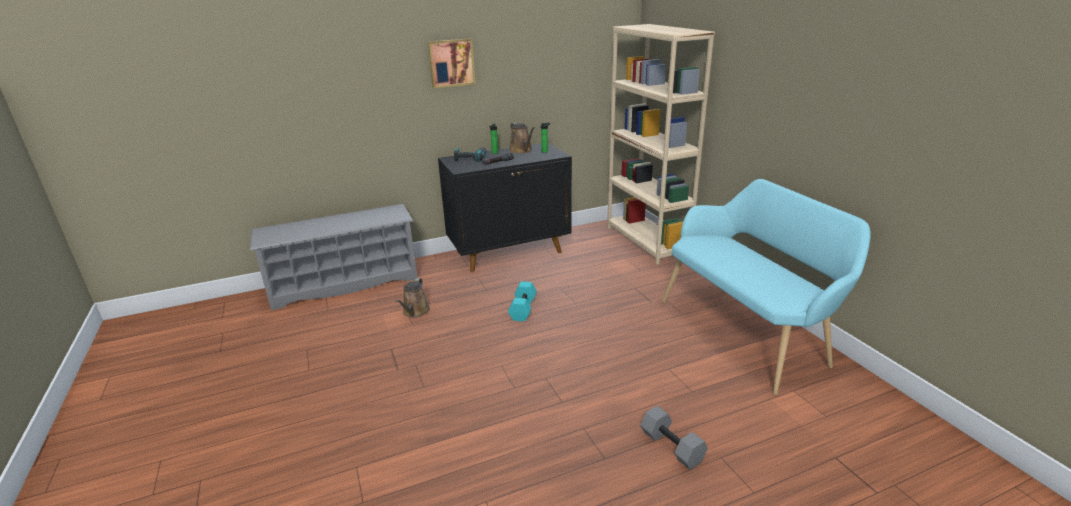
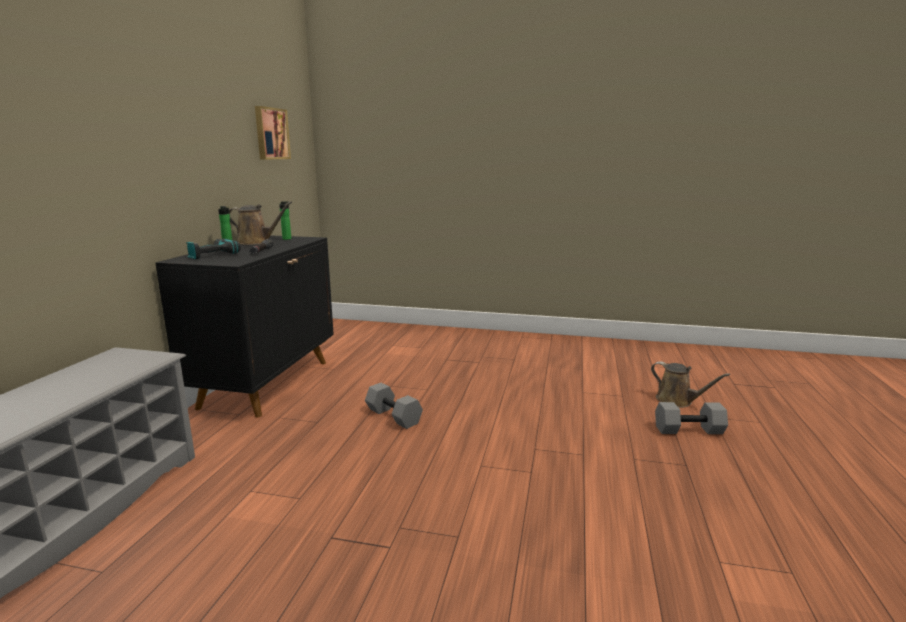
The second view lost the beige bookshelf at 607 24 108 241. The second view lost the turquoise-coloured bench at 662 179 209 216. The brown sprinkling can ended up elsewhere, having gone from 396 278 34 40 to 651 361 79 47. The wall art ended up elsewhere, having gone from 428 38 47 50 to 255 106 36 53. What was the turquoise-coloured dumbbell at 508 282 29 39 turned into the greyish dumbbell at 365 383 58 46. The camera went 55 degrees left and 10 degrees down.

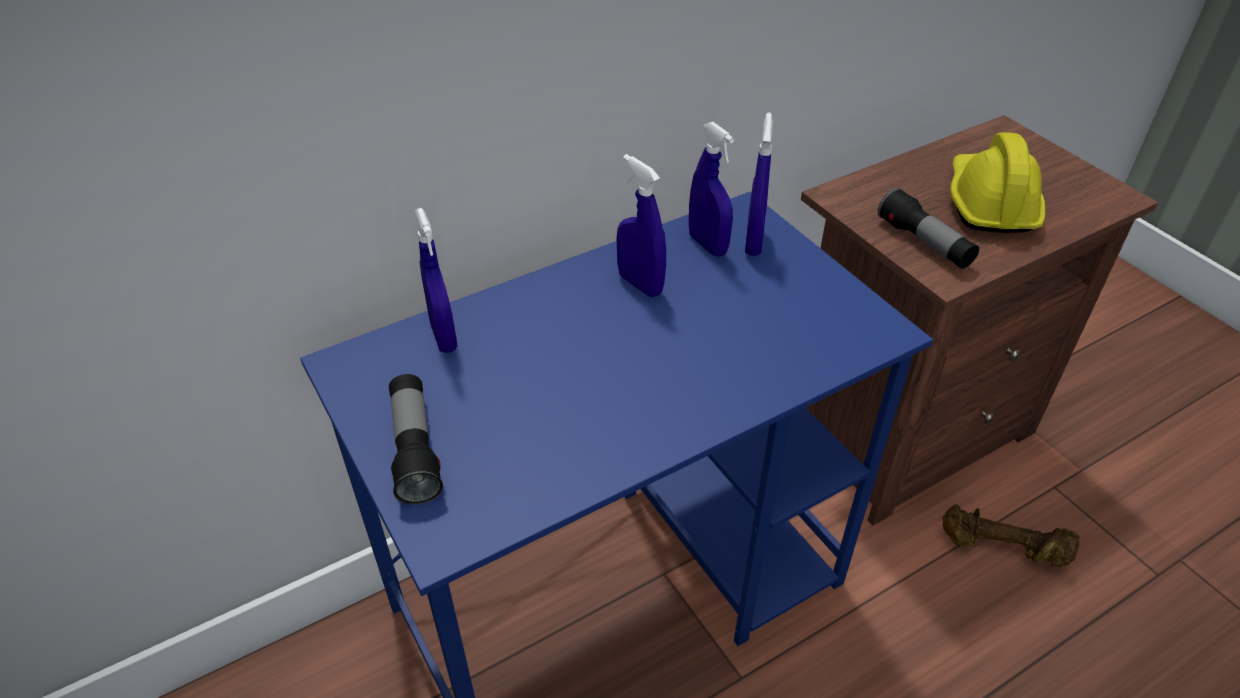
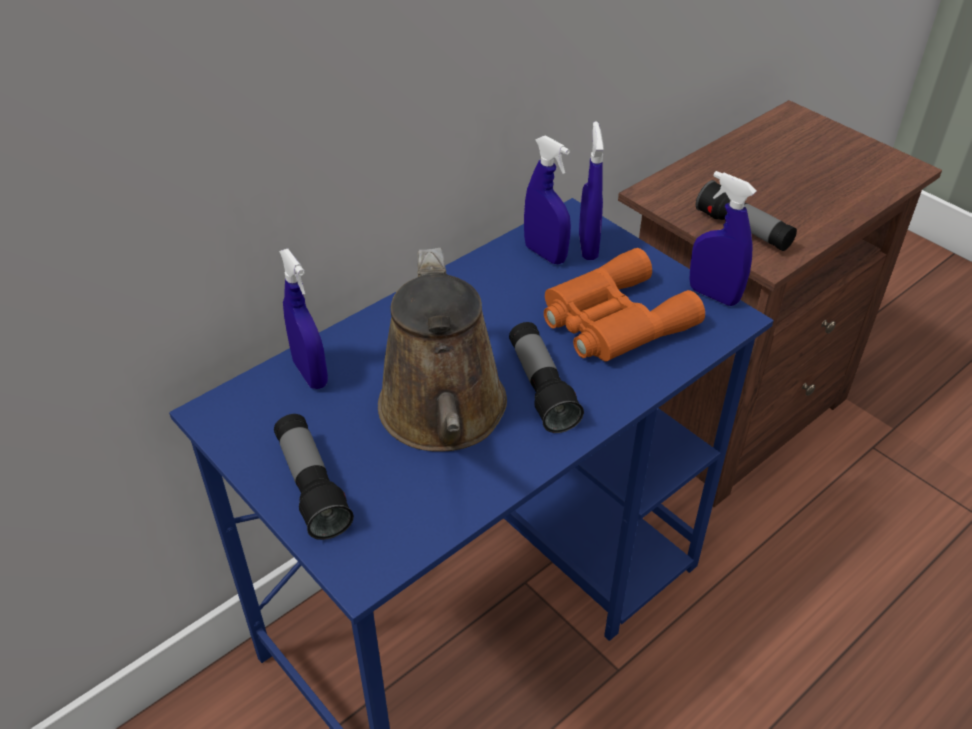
The second view lost the brown dumbbell at 942 504 138 63. The second view lost the yellowish hard hat at 950 132 95 101. The second view gained the brown sprinkling can at 378 248 129 204. The second view gained the torch at 509 322 75 111. The second view gained the orange-coloured field glasses at 544 248 161 114. The blue hand sprayer ended up elsewhere, having gone from 617 154 49 143 to 689 171 67 135. The camera went 10 degrees left and 0 degrees up.

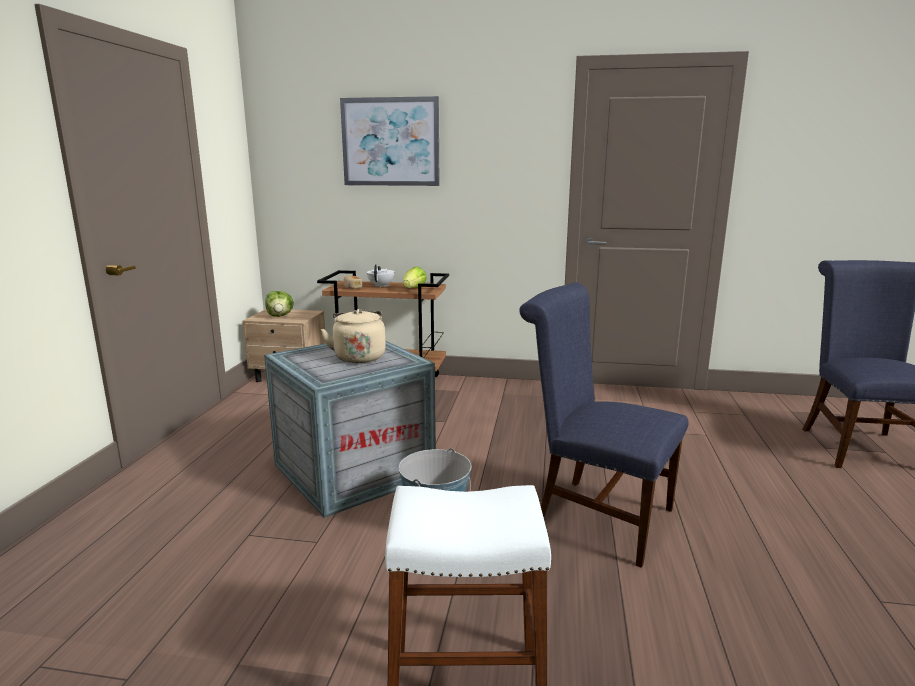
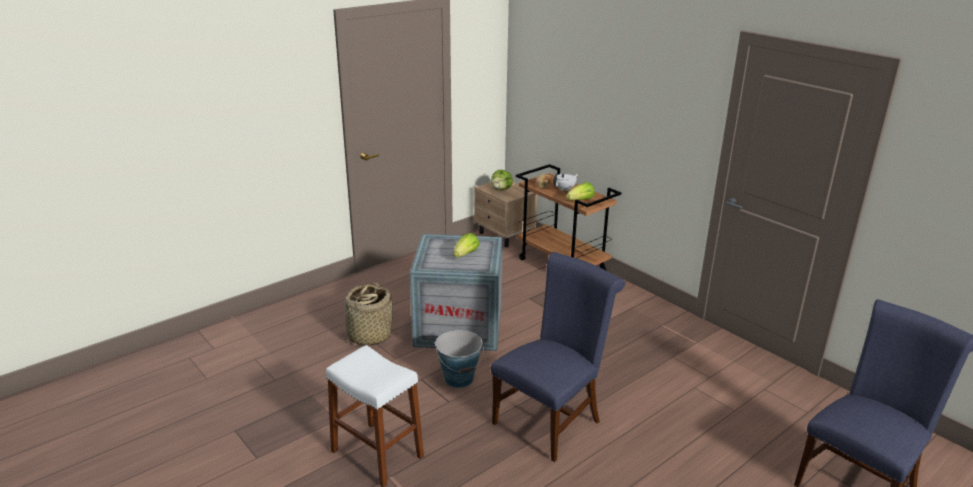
The second view lost the wall art at 340 96 100 90. The second view gained the storage basket at 345 282 48 64. Where the beige water kettle stood at 320 309 66 54, the lettuce came to stand at 453 233 26 25. The blue upright chair at 519 282 170 286 ended up facing another way, 60 degrees clockwise from before. The camera went 40 degrees right and 10 degrees up.

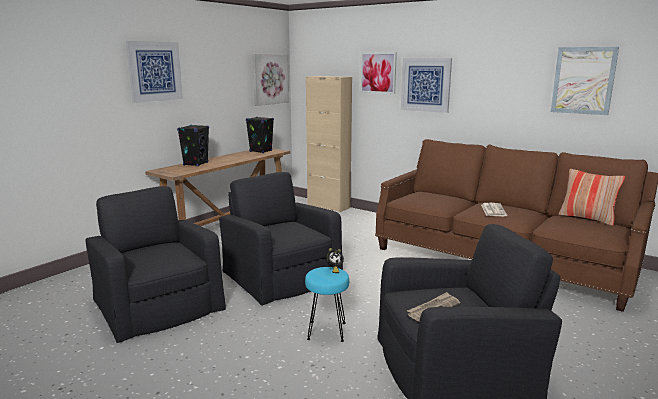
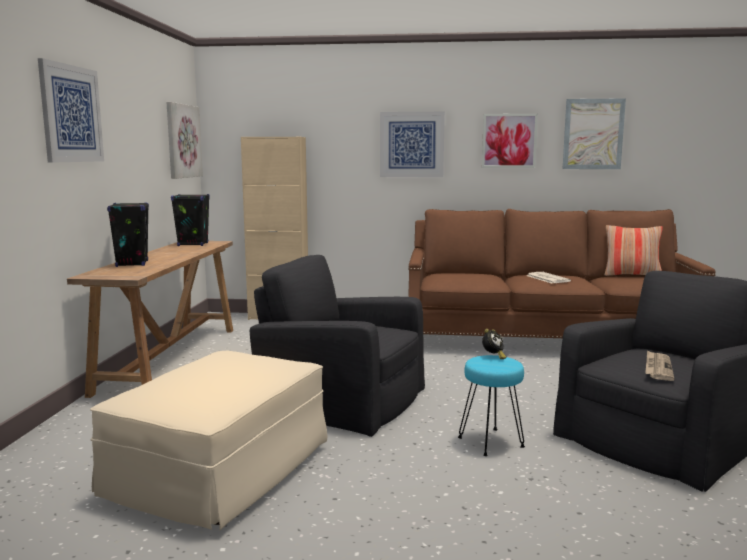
The wall art ended up elsewhere, having gone from 360 52 37 42 to 482 114 56 54. Where the black-coloured easy chair stood at 85 186 141 157, the beige ottoman came to stand at 90 351 237 179. The camera went 30 degrees left and 5 degrees down.

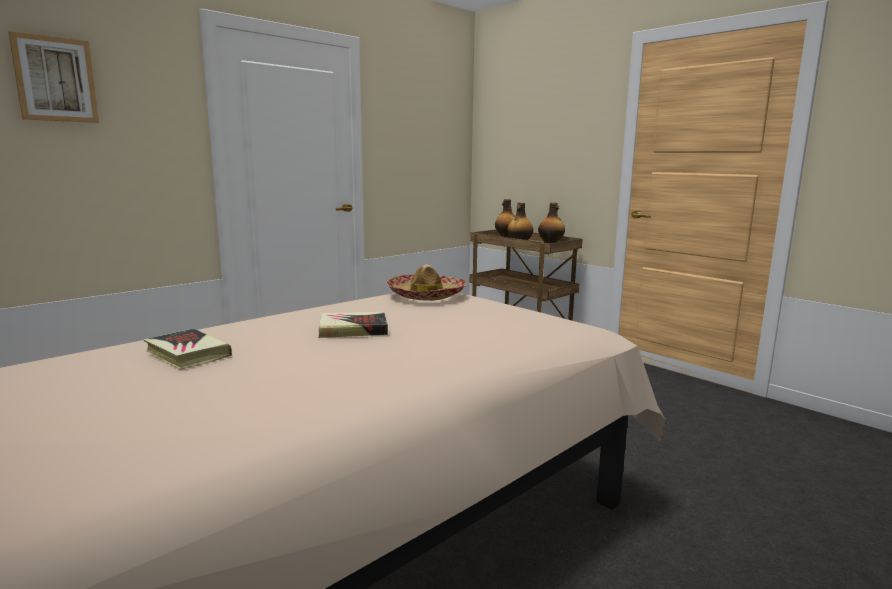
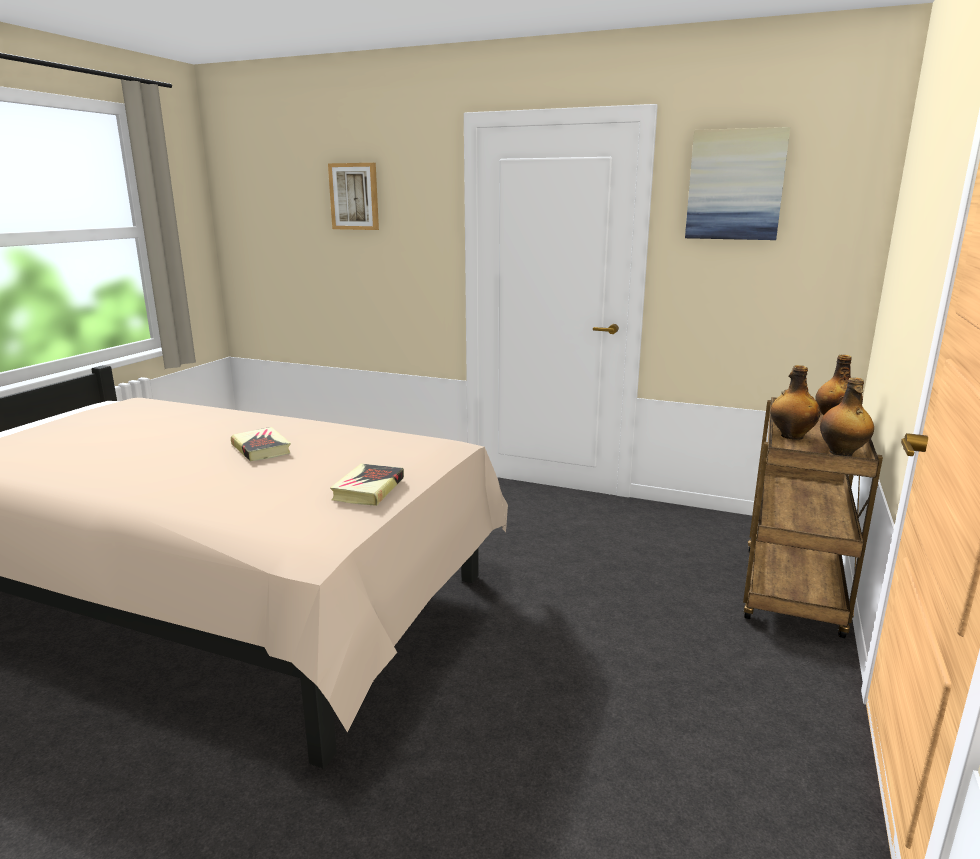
The second view lost the clothing hat at 387 264 79 37. The second view gained the wall art at 685 127 105 113. The volume ended up elsewhere, having gone from 143 329 89 41 to 330 464 74 42. The camera went 65 degrees right and 5 degrees up.

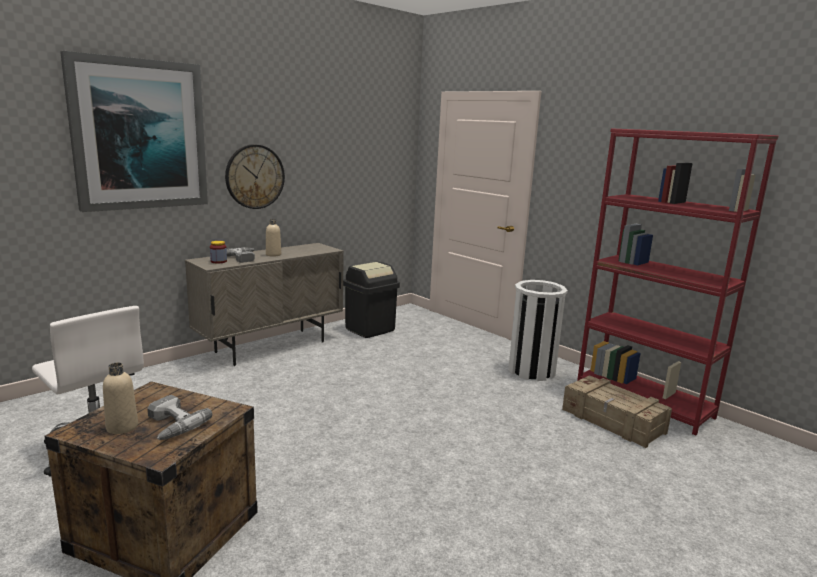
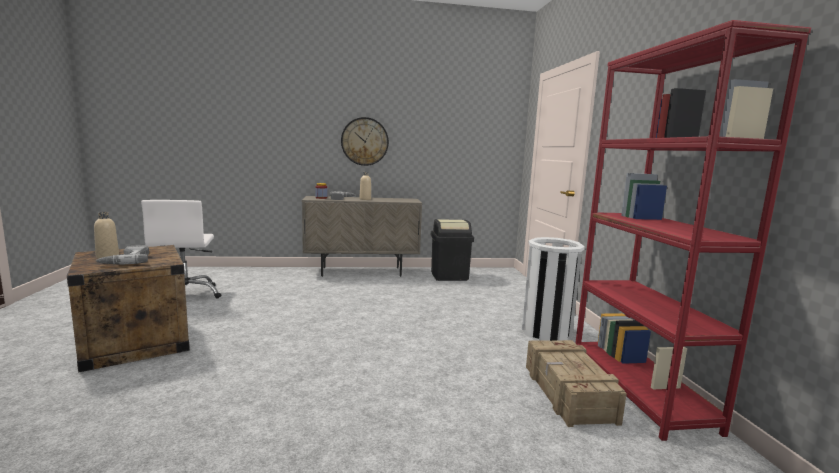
The second view lost the wall art at 60 51 148 161. The camera went 35 degrees right and 5 degrees down.

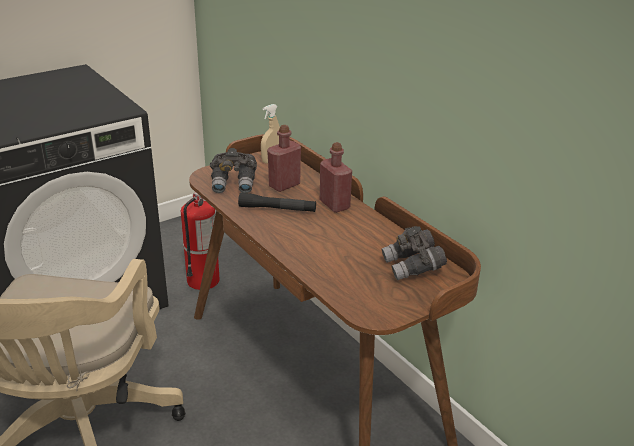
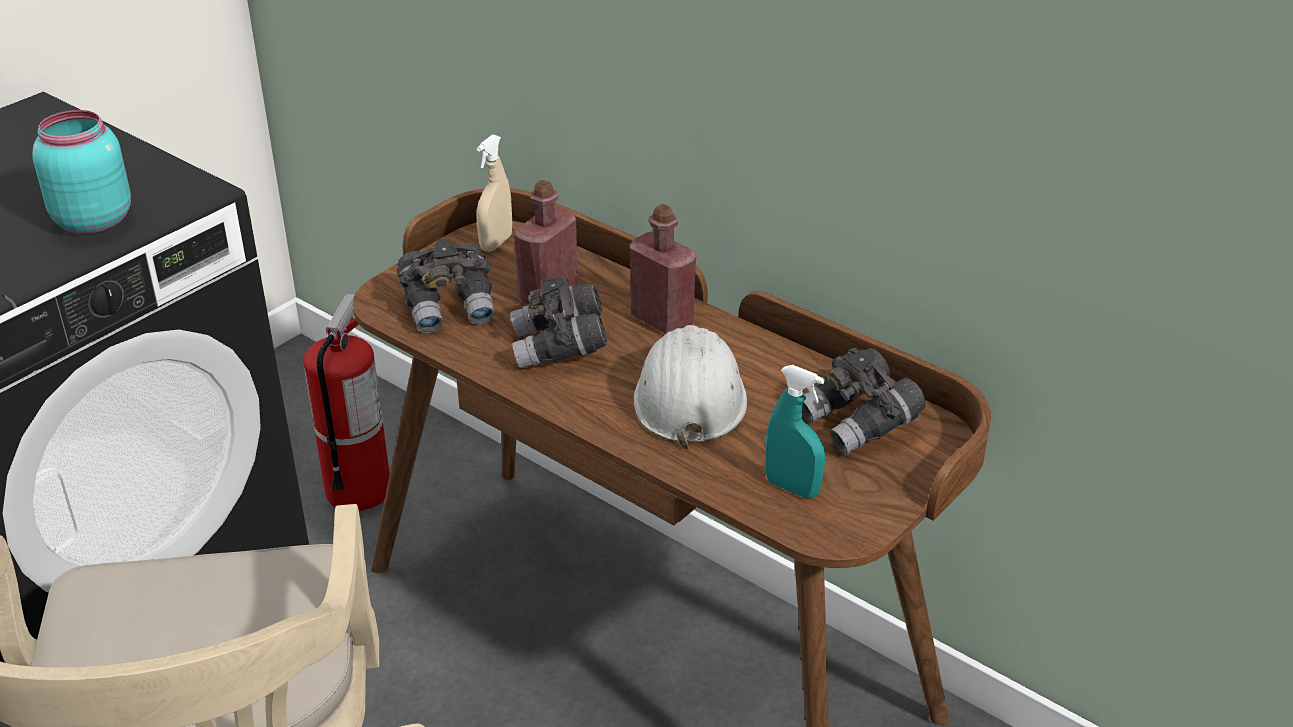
The second view gained the turquoise-coloured storage jar at 32 110 99 124. The second view gained the white-coloured hard hat at 633 325 114 124. The second view gained the turquoise-coloured hand sprayer at 765 365 60 133. Where the black-coloured torch stood at 238 193 78 19, the greyish field glasses came to stand at 510 277 98 91. The camera went 15 degrees left and 5 degrees up.

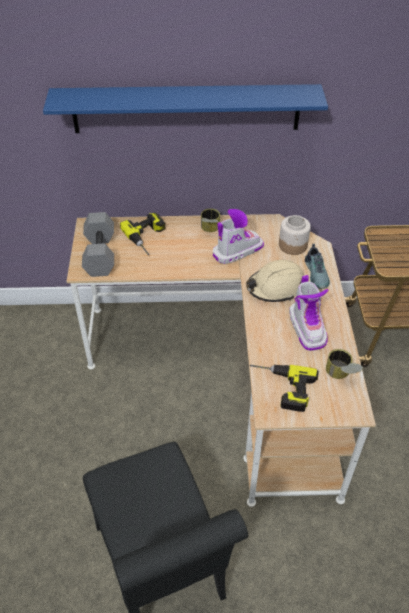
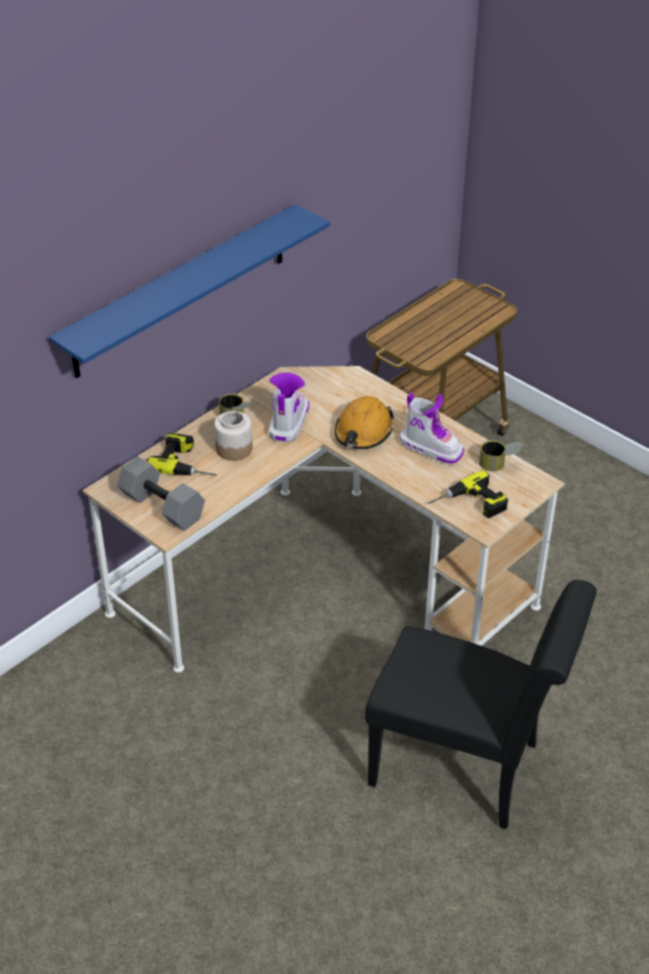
The second view lost the shoe at 305 244 25 45. The storage jar ended up elsewhere, having gone from 279 215 32 40 to 214 411 39 50. What was the beige hard hat at 246 260 58 42 turned into the orange-coloured hard hat at 335 396 59 53. The camera went 45 degrees left and 5 degrees down.

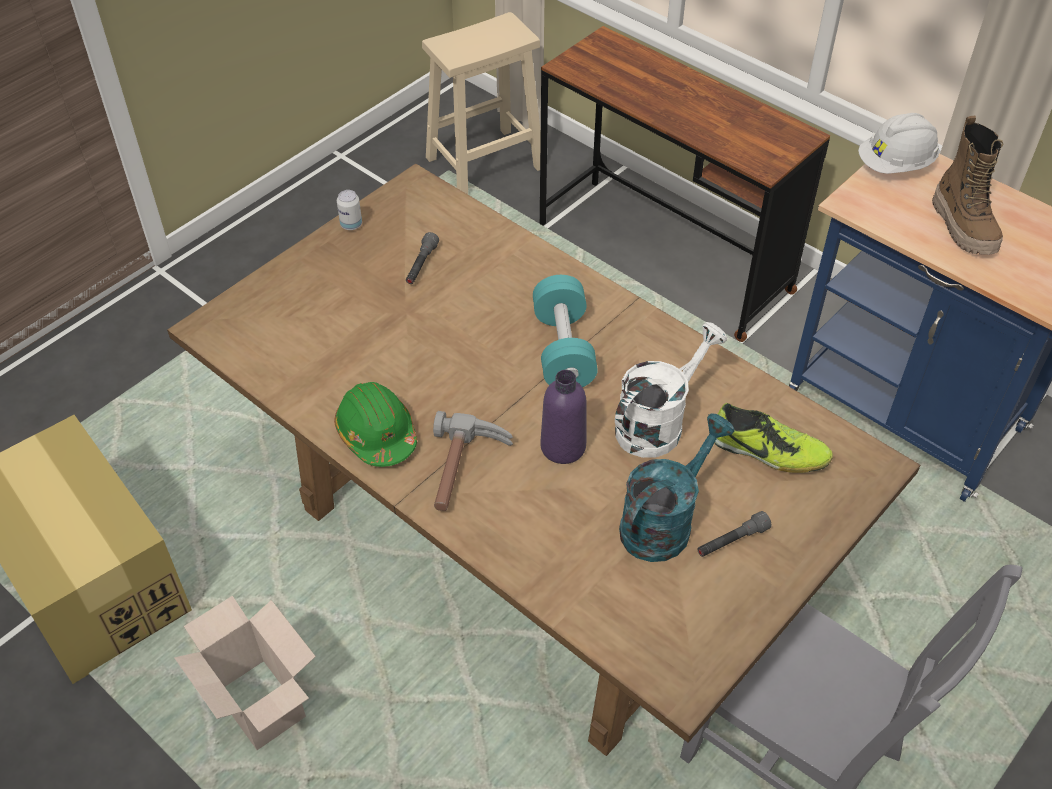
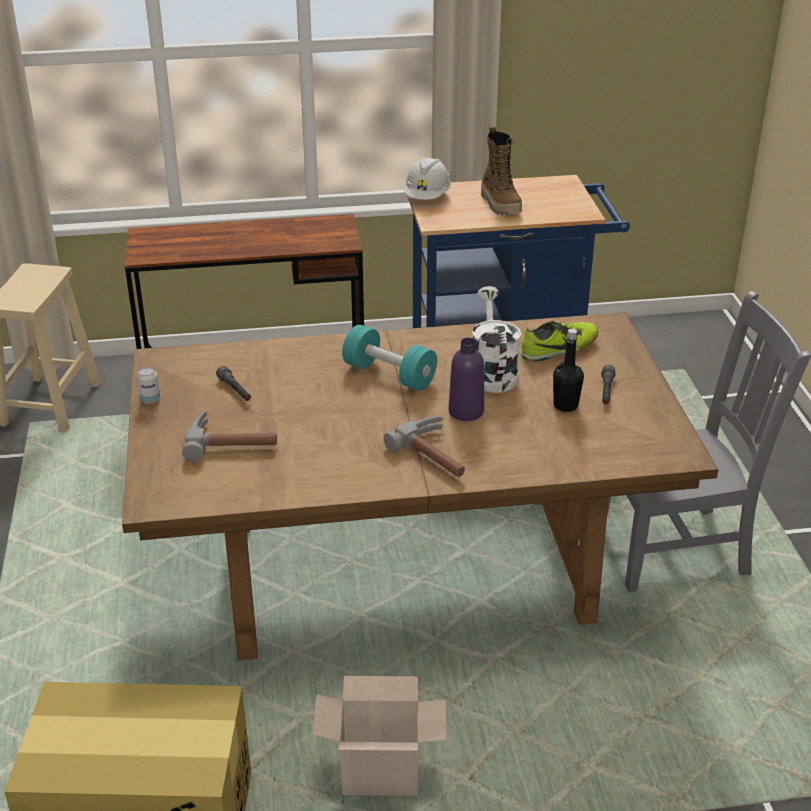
The second view lost the green hard hat at 334 382 83 85. The second view gained the tool hammer at 182 411 95 50. Where the turquoise-coloured sprinkling can stood at 619 413 116 149, the black-coloured beverage bottle came to stand at 553 328 31 84. The boot at 932 116 72 139 ended up facing another way, 45 degrees clockwise from before. The camera went 50 degrees left and 15 degrees down.

